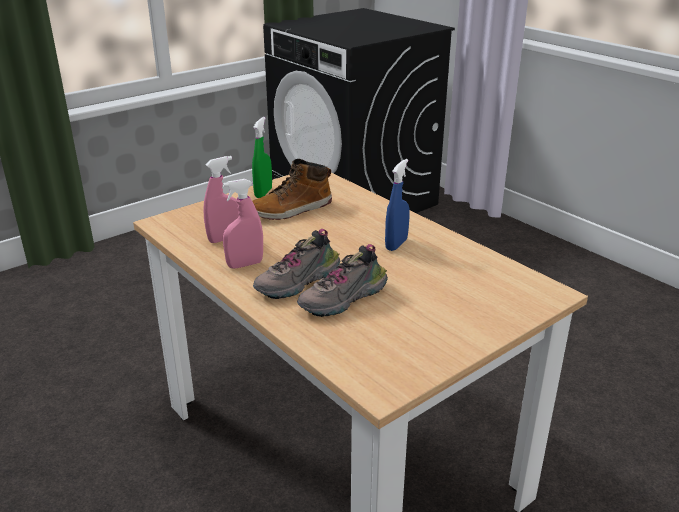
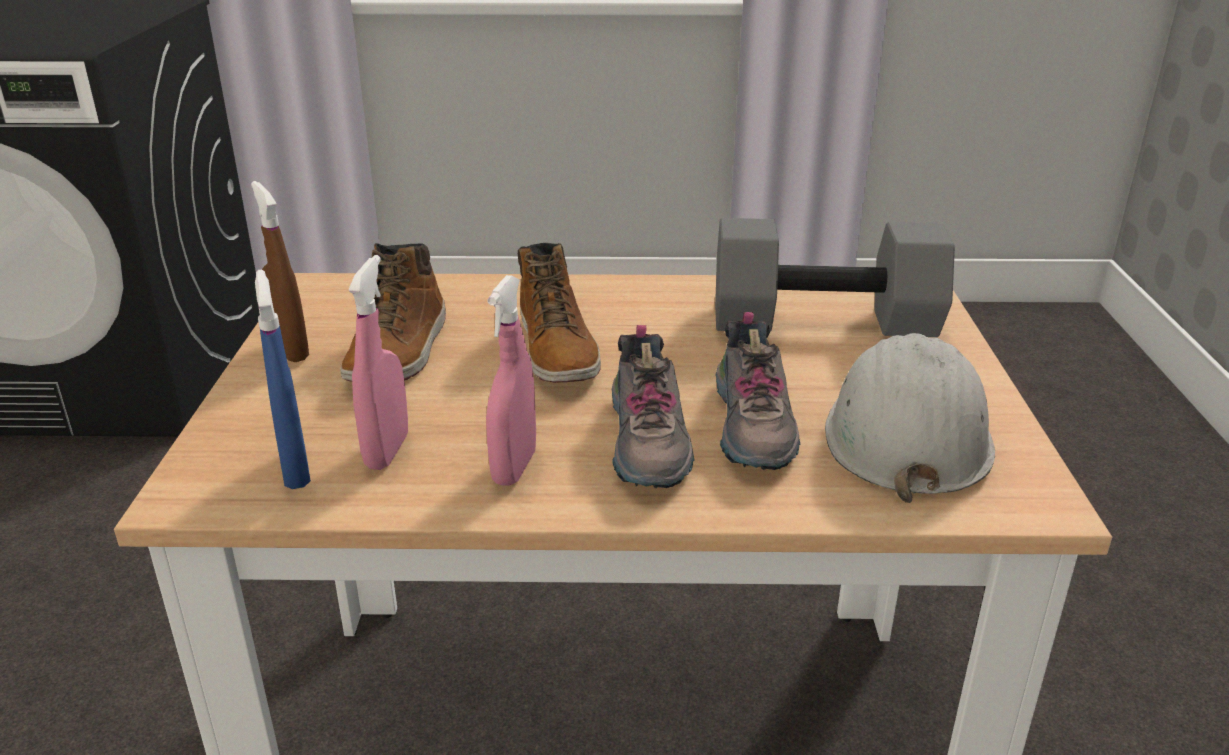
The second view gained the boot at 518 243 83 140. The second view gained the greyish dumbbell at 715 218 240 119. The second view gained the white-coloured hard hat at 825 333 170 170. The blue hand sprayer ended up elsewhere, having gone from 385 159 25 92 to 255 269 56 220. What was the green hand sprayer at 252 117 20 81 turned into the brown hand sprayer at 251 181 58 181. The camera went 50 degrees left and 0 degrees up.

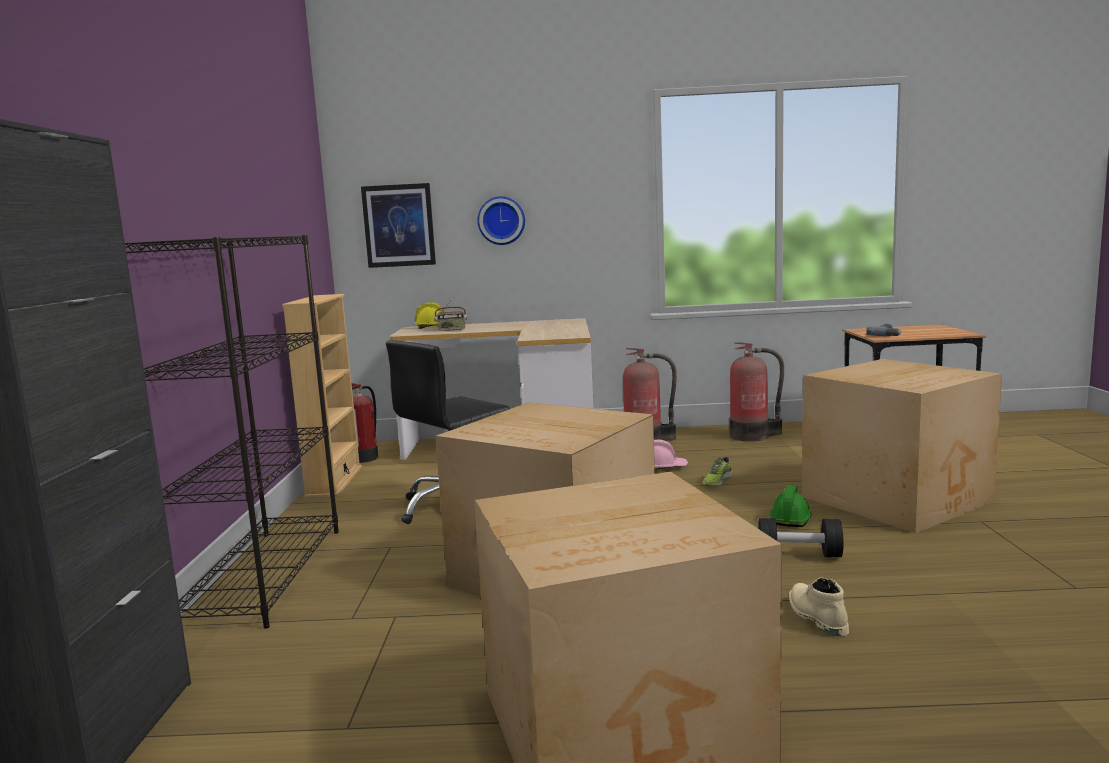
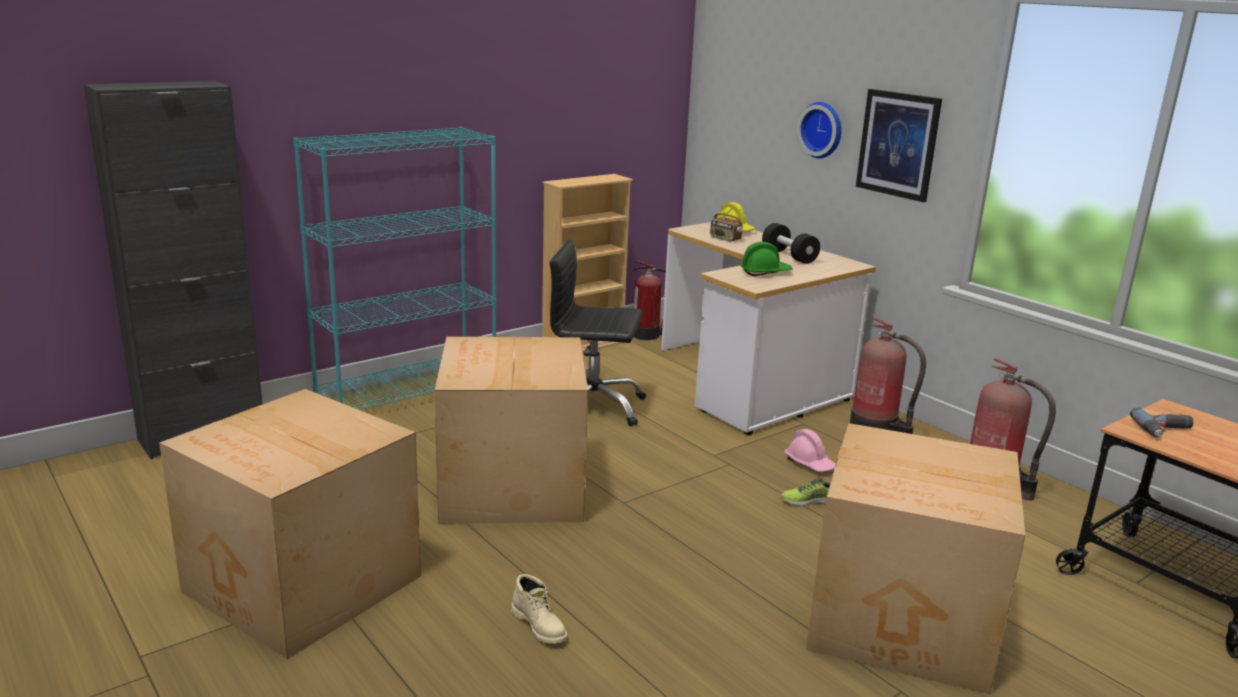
The wall art ended up elsewhere, having gone from 361 183 75 85 to 856 89 86 113. The black-coloured dumbbell ended up elsewhere, having gone from 758 518 86 39 to 762 223 58 41. The green hard hat ended up elsewhere, having gone from 770 486 42 41 to 740 242 53 34. What was the black-coloured bookshelf at 125 235 214 394 turned into the turquoise-coloured bookshelf at 293 127 203 283. The beige boot at 789 577 60 59 ended up facing another way, 105 degrees clockwise from before. The camera went 50 degrees right and 10 degrees up.

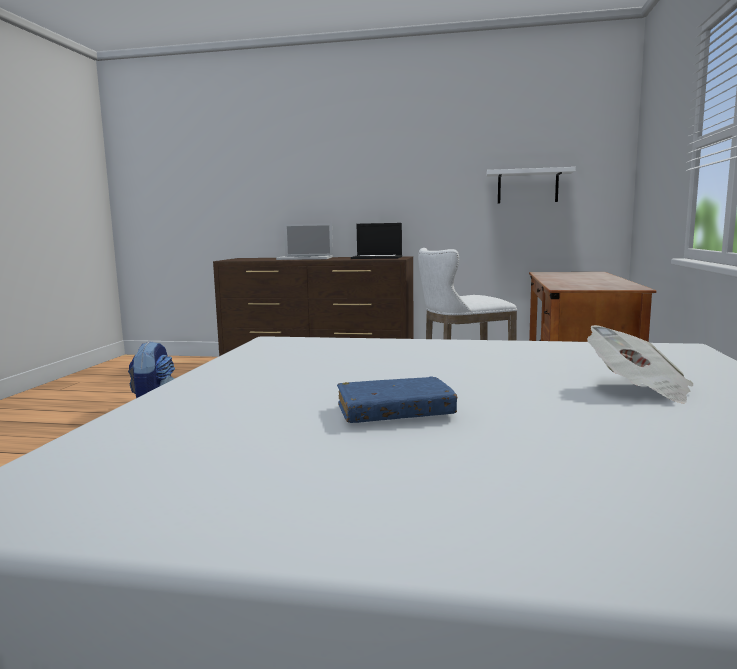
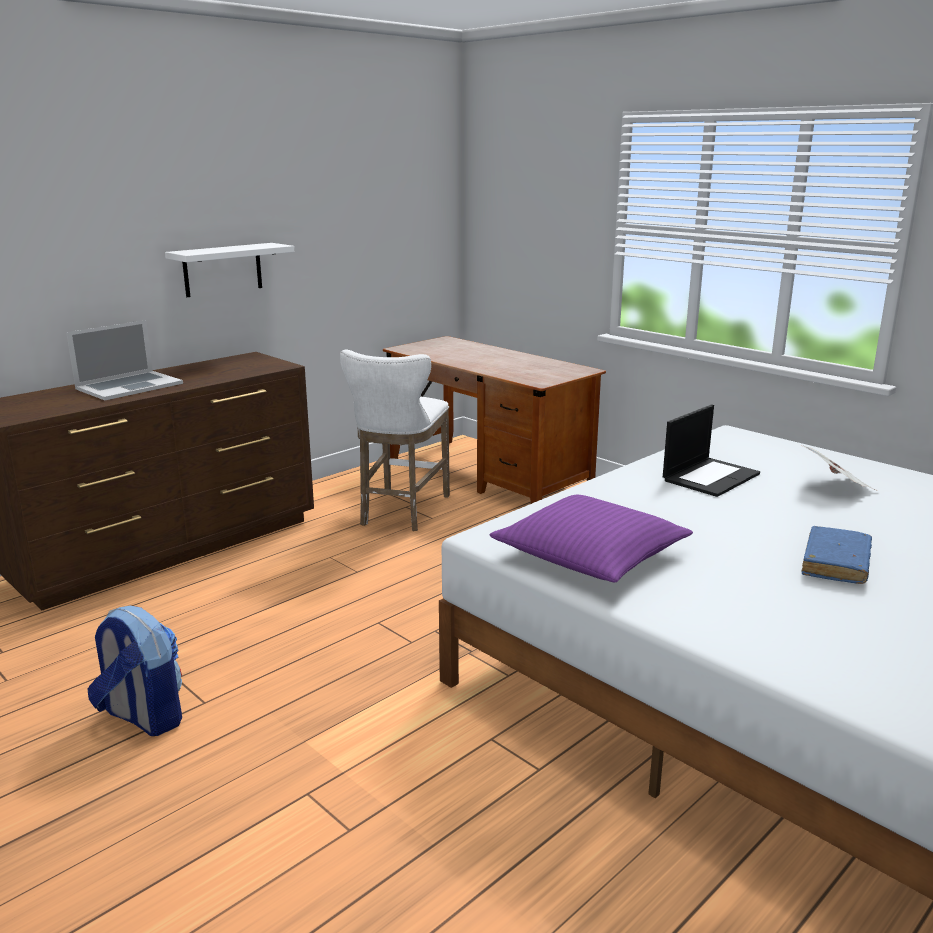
The second view gained the purplish throw pillow at 490 495 203 87. The laptop ended up elsewhere, having gone from 351 223 51 36 to 663 404 97 93. The white-coloured bracket shelf ended up elsewhere, having gone from 487 167 89 36 to 165 243 129 54. The camera went 55 degrees left and 10 degrees up.

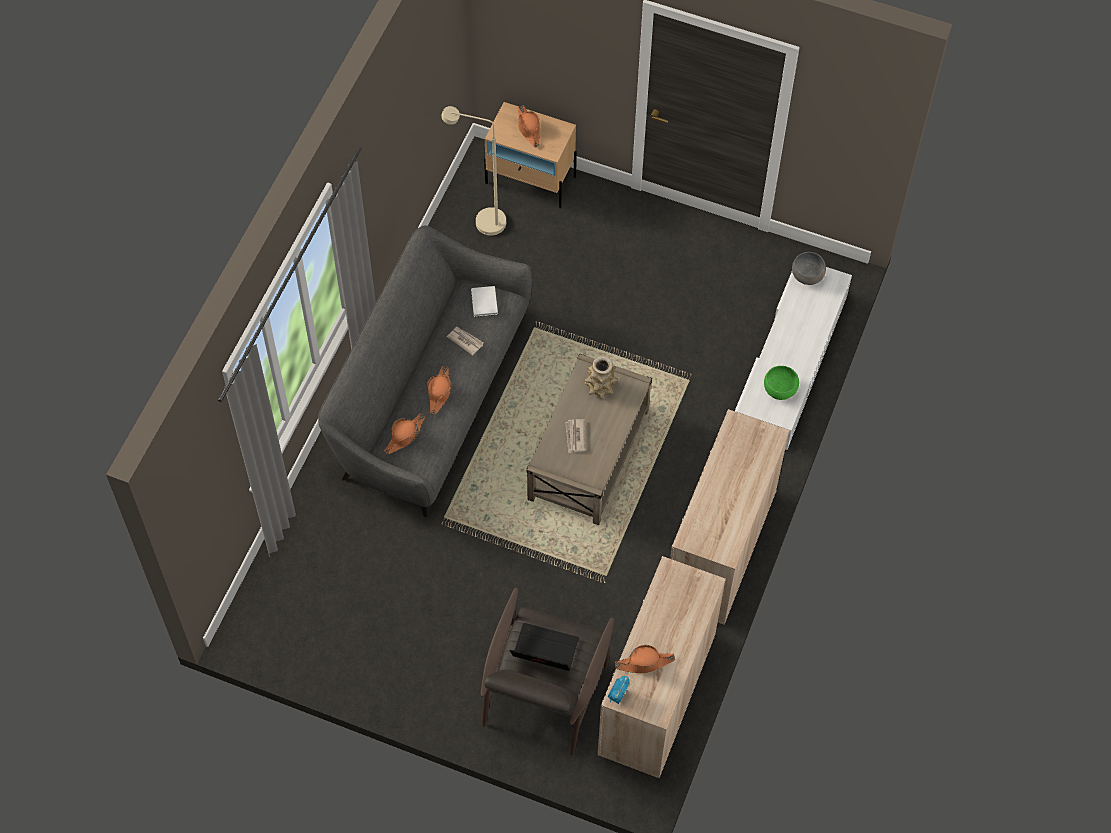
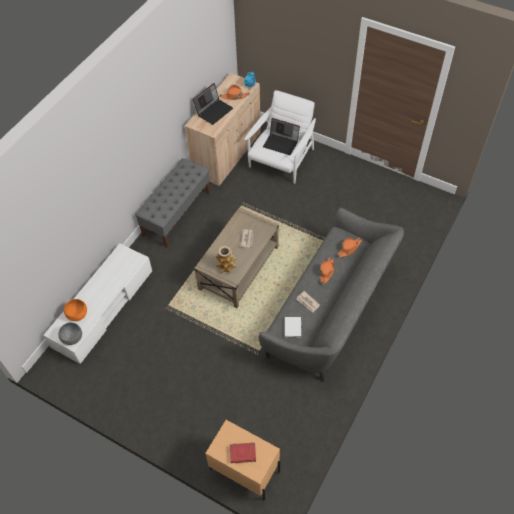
The second view lost the beige standing lamp at 441 106 65 130. The second view lost the green serving bowl at 764 366 35 34. The second view gained the orange-coloured serving bowl at 64 299 23 22. The second view gained the laptop at 193 83 40 42. Where the orange-coloured clothing hat stood at 518 105 22 42, the red volume came to stand at 230 443 26 20. Where the beige cupboard stood at 670 409 119 216, the greyish bench came to stand at 135 158 75 90. What was the brown easy chair at 481 587 133 168 turned into the white-coloured easy chair at 244 90 72 94. The camera went 170 degrees left and 5 degrees down.

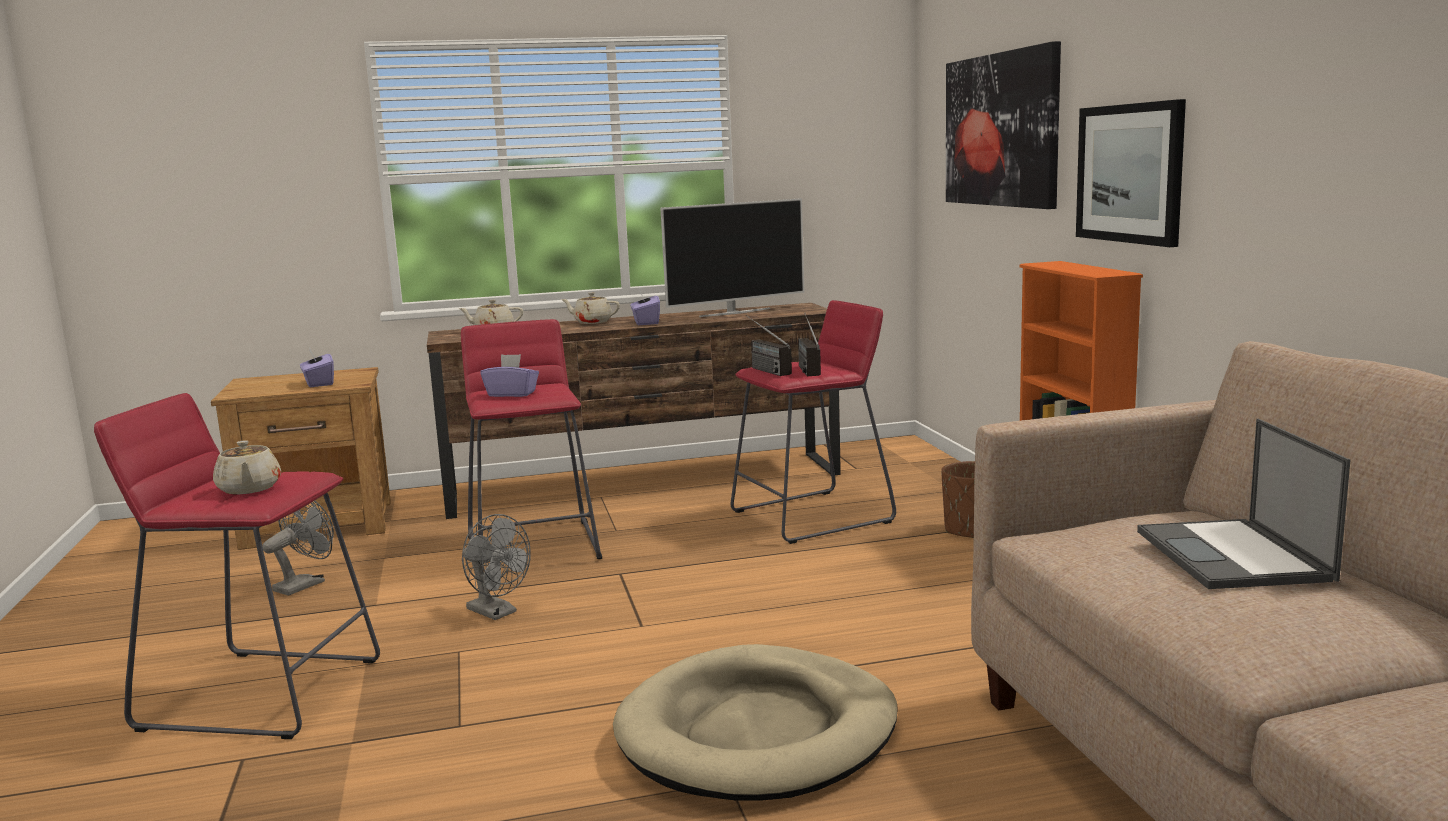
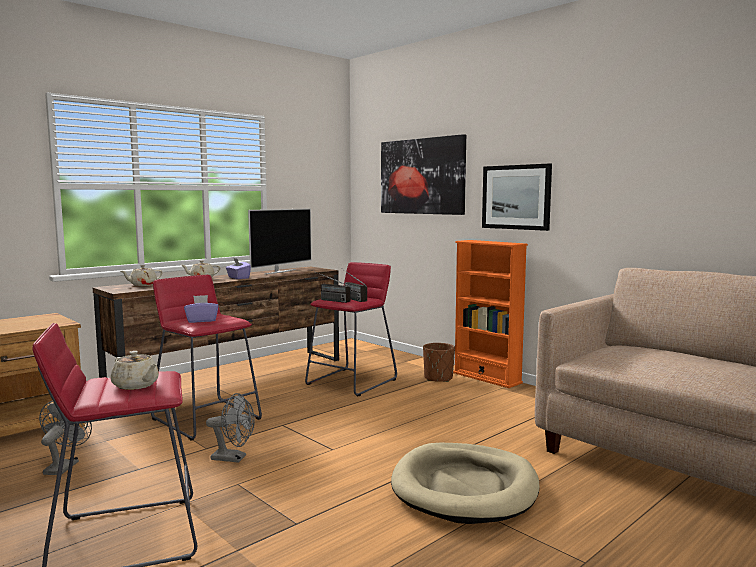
The second view lost the purplish box of tissues at 300 347 34 40. The second view lost the laptop at 1137 419 213 170. The camera went 30 degrees left and 5 degrees down.

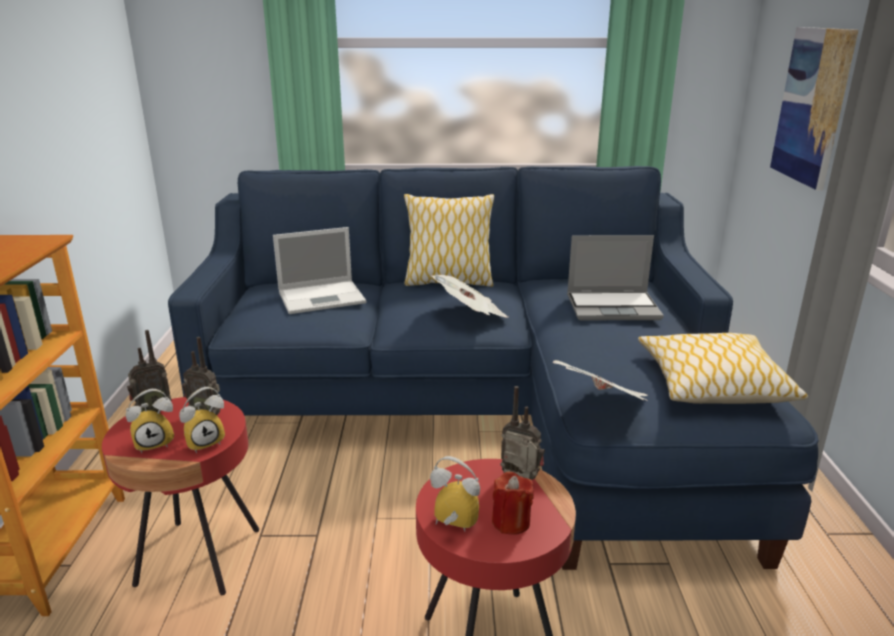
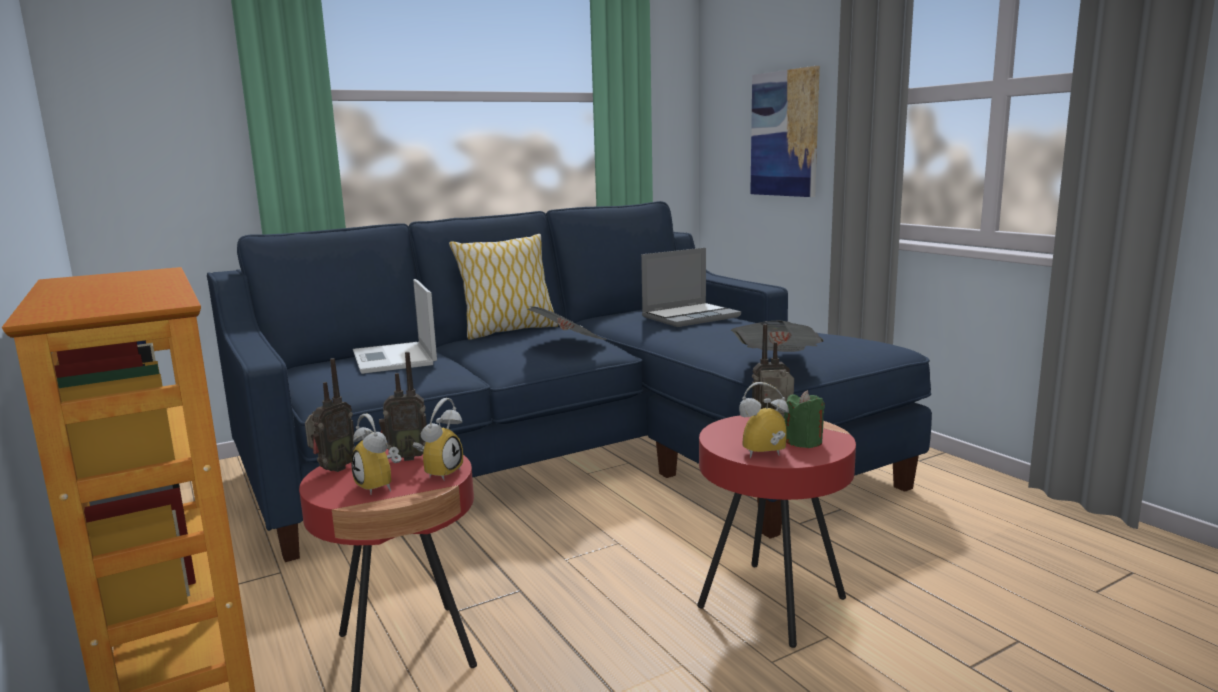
The second view lost the throw pillow at 638 333 170 71. What was the red wax candle at 492 472 42 63 turned into the green wax candle at 784 390 41 58. The bedside clock at 126 389 48 64 ended up facing another way, 105 degrees clockwise from before. The laptop at 273 227 93 87 ended up facing another way, 120 degrees clockwise from before. The camera went 30 degrees left and 10 degrees down.

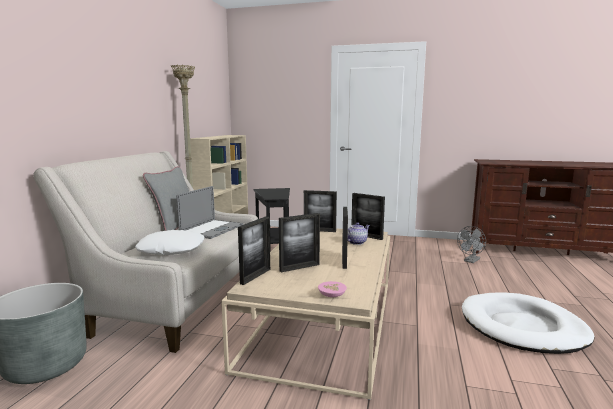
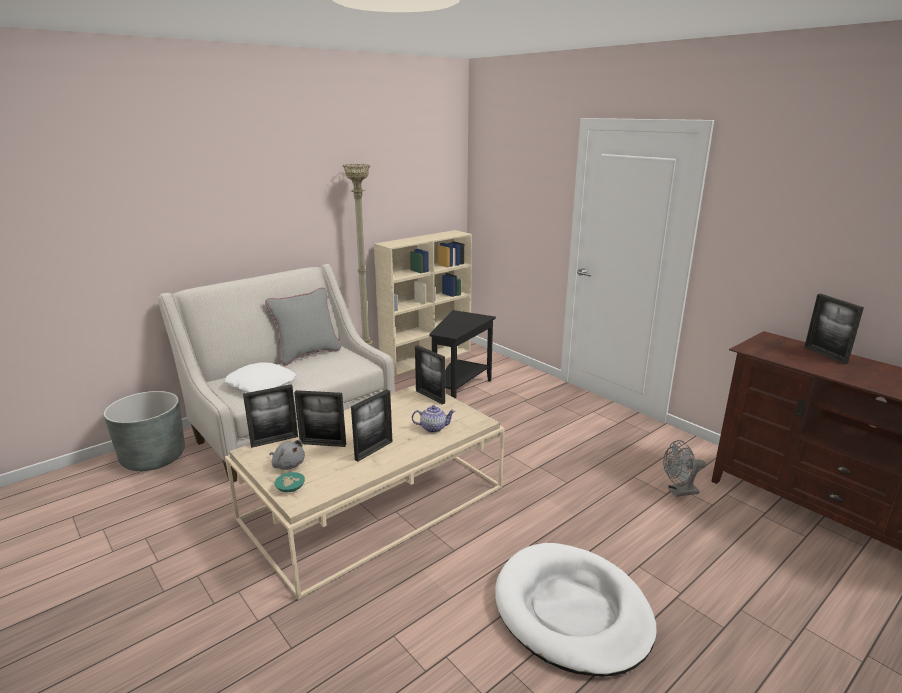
The second view lost the laptop at 176 186 68 53. The second view gained the greyish soft toy at 269 440 36 30. The photo frame ended up elsewhere, having gone from 352 193 33 47 to 804 294 60 70. What was the pink serving bowl at 318 281 29 16 turned into the turquoise-coloured serving bowl at 275 472 30 20. The camera went 35 degrees right and 10 degrees up.

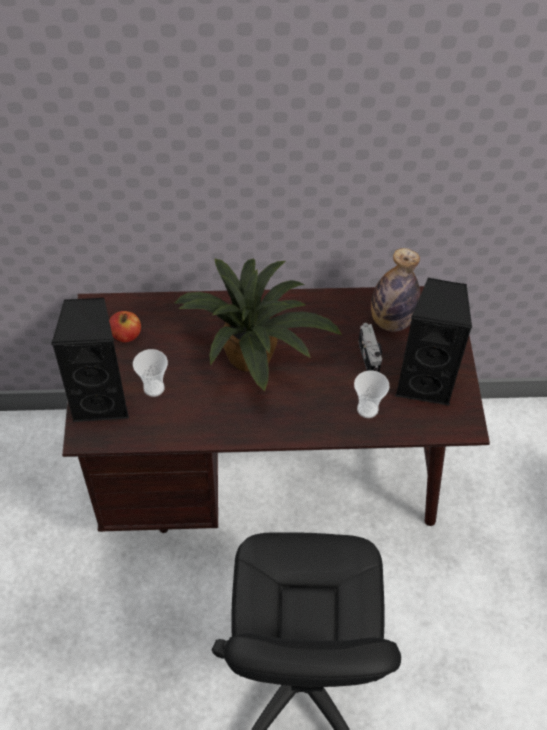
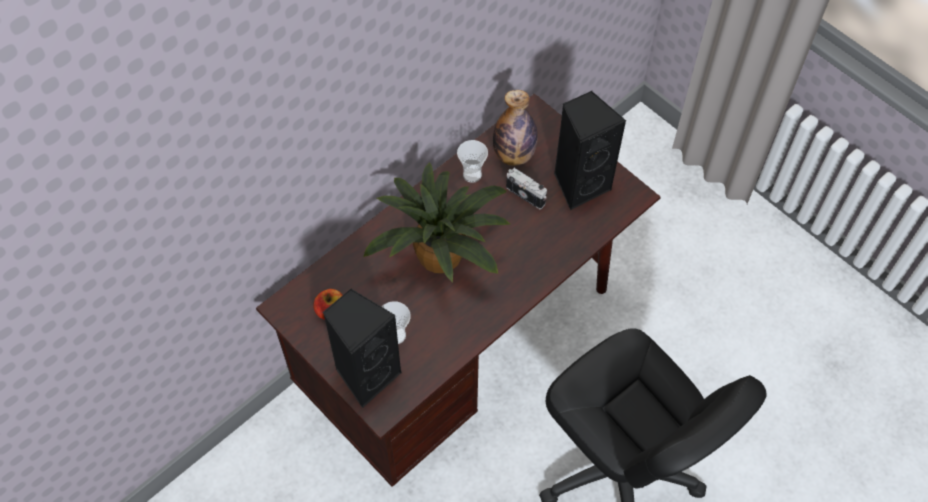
The drinking cup ended up elsewhere, having gone from 354 371 36 47 to 457 140 31 43. The camera went 40 degrees left and 5 degrees up.

